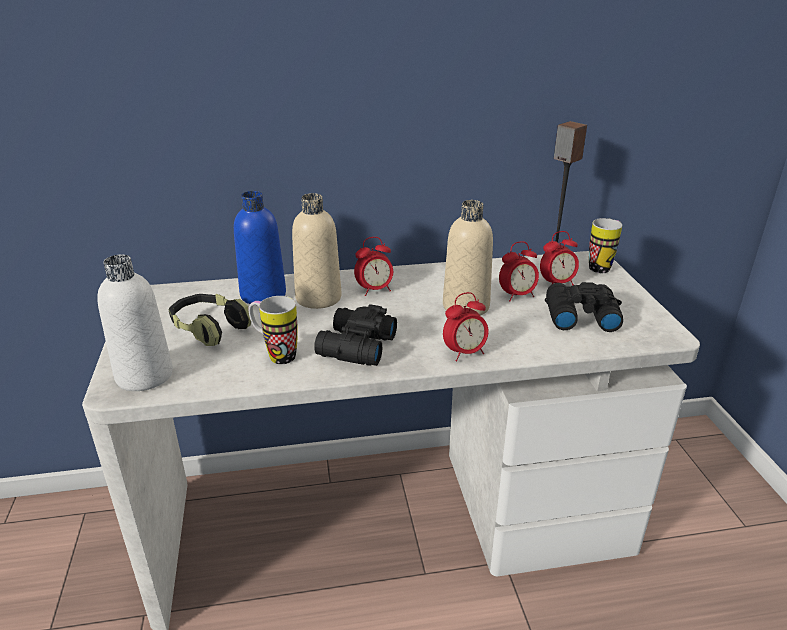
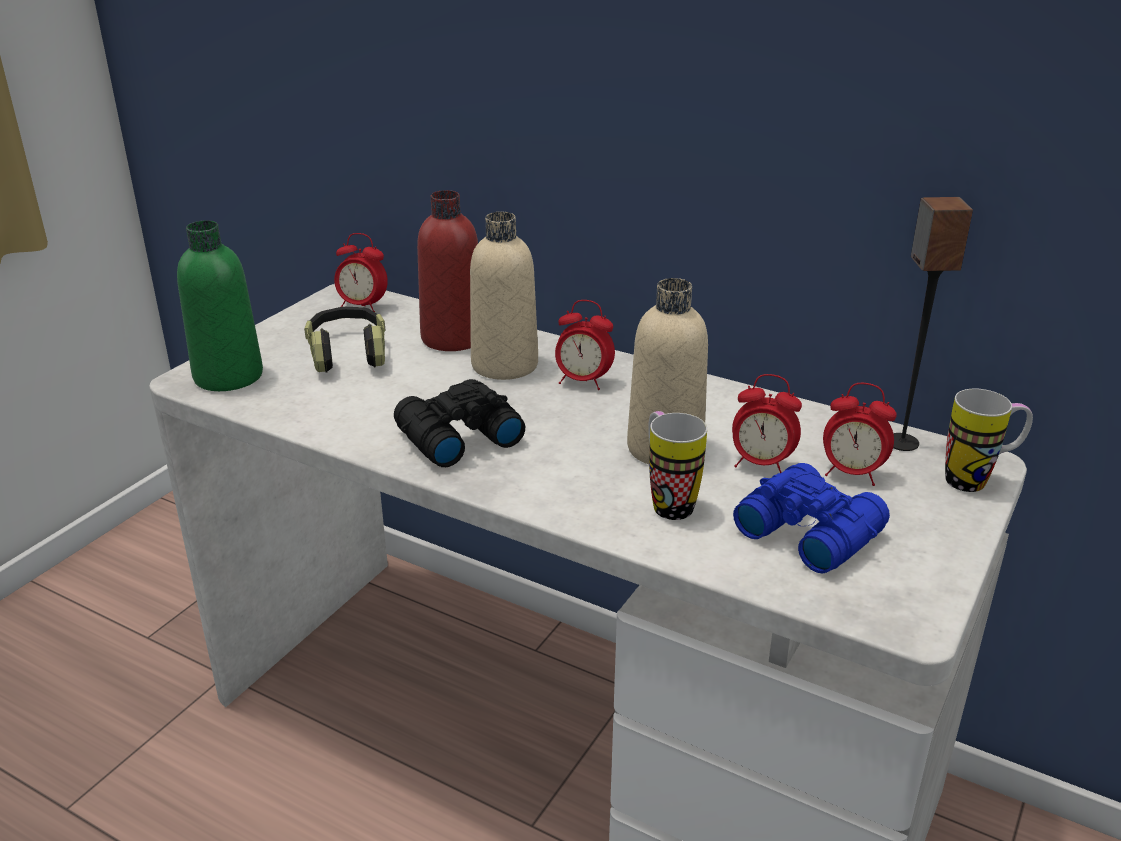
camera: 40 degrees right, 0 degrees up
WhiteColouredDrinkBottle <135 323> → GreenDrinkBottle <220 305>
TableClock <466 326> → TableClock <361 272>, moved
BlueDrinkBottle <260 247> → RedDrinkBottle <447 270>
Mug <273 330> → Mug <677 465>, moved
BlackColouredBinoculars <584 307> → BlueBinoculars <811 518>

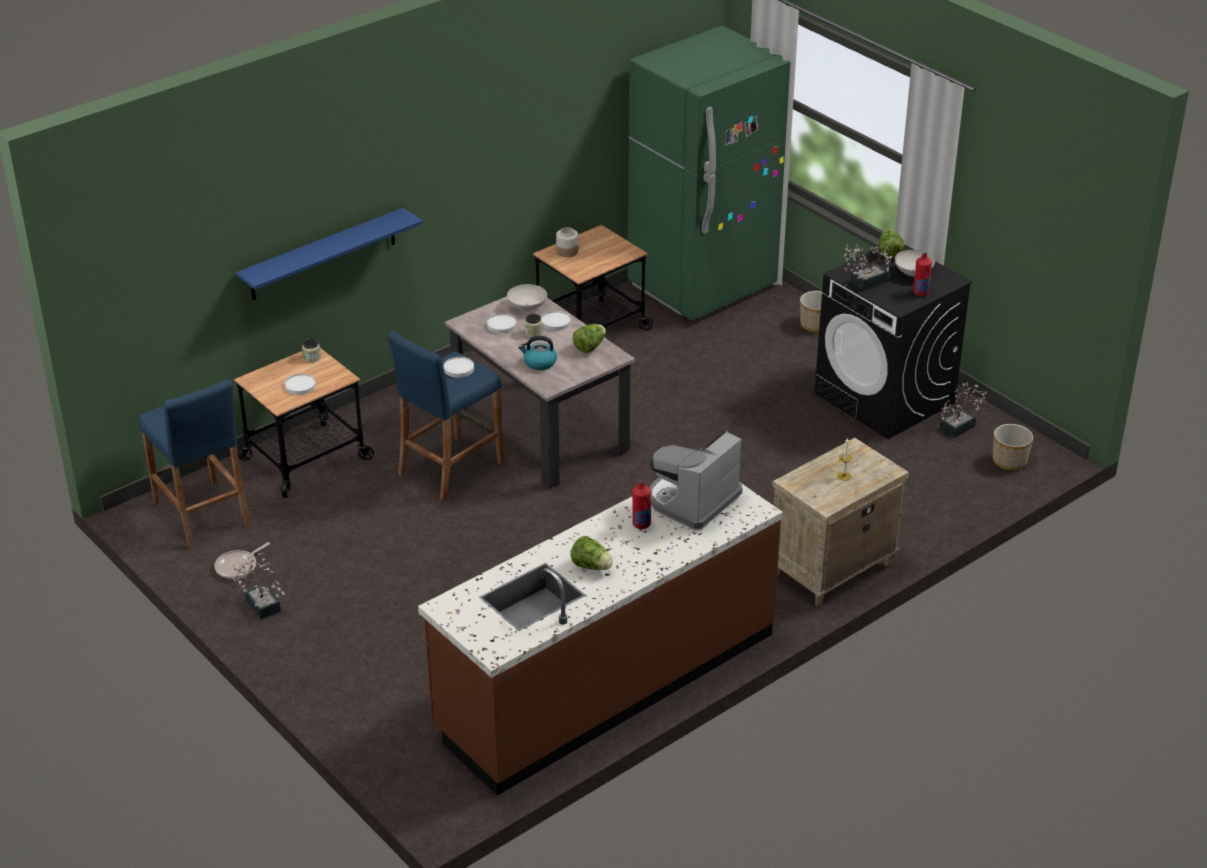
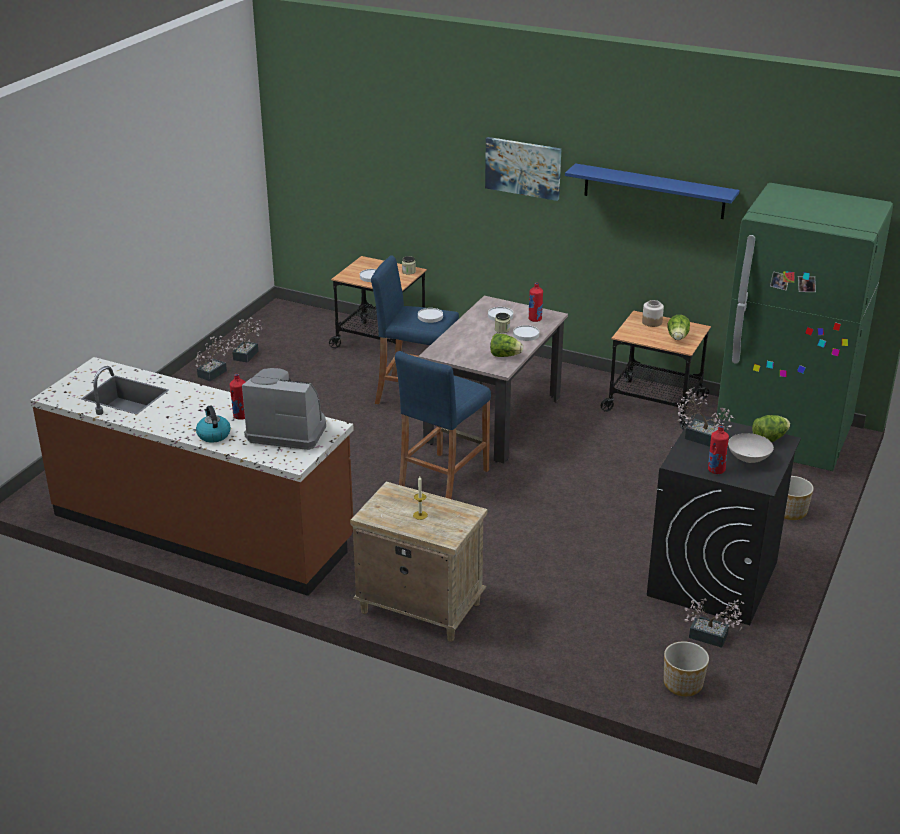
camera: 65 degrees right, 5 degrees down
Kettle <537 353> → Kettle <213 423>, moved
Skillet <242 560> → PottedPlant <247 340>
BlueStool <195 464> → BlueStool <443 425>, moved
- → Picture <523 169>
WhiteColouredBowl <527 297> → RedDrinkBottle <535 302>
BlueBracketShelf <329 254> → BlueBracketShelf <652 191>, moved
LettuceHead <591 553> → LettuceHead <679 327>, moved

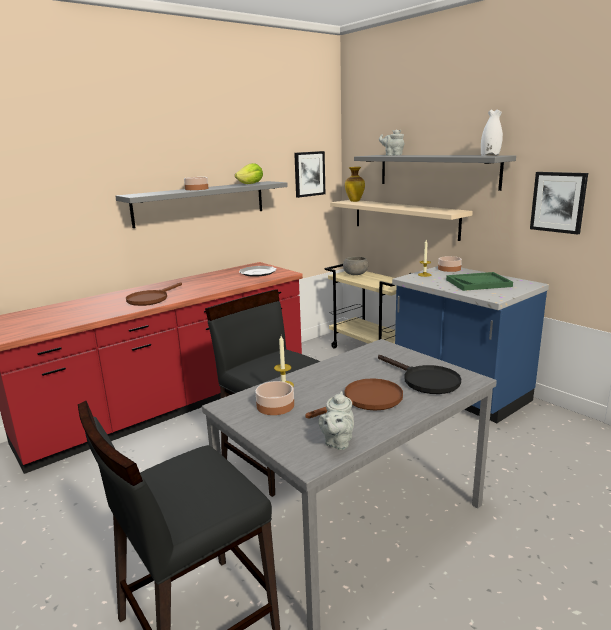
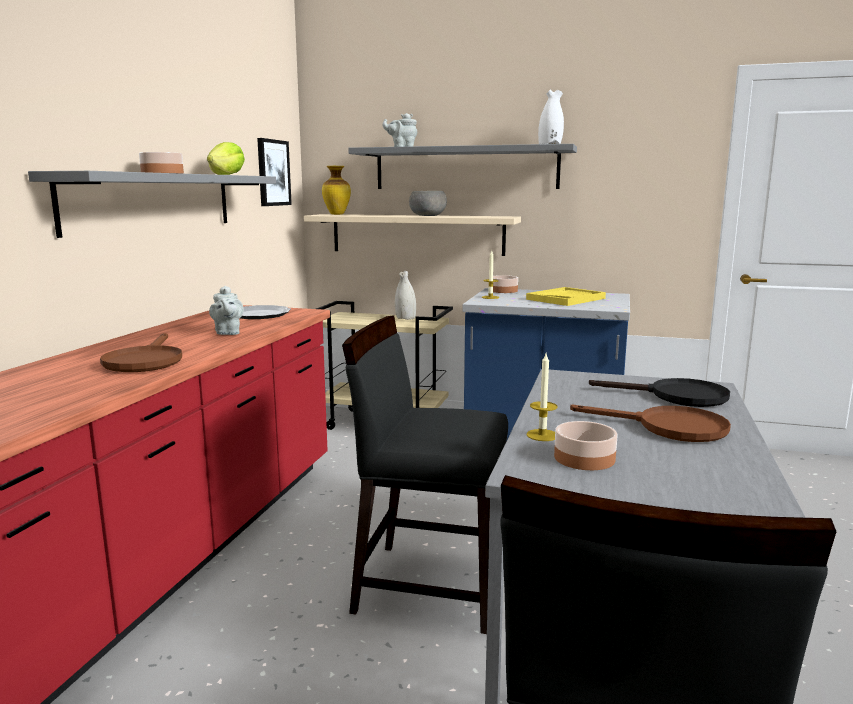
camera: 35 degrees left, 5 degrees down
GrayPotForTea <336 420> → GrayPotForTea <226 310>, moved
- → WhiteColouredFlowerVase <405 295>
GrayBowl <356 266> → GrayBowl <428 203>, moved
GreenTray <479 281> → YellowTray <566 296>
BrownColouredSkillet <354 398> → BrownColouredSkillet <650 423>, 90 degrees clockwise
Picture <559 203> → -

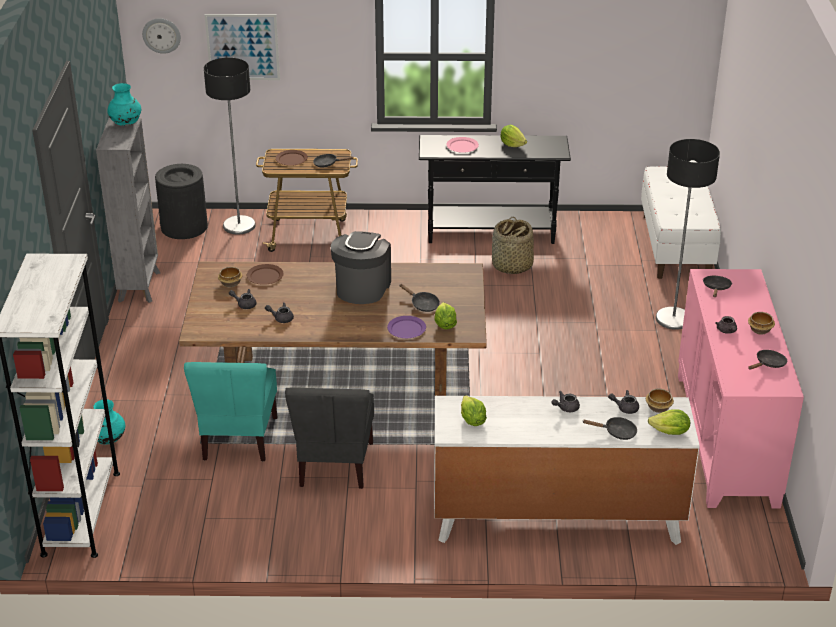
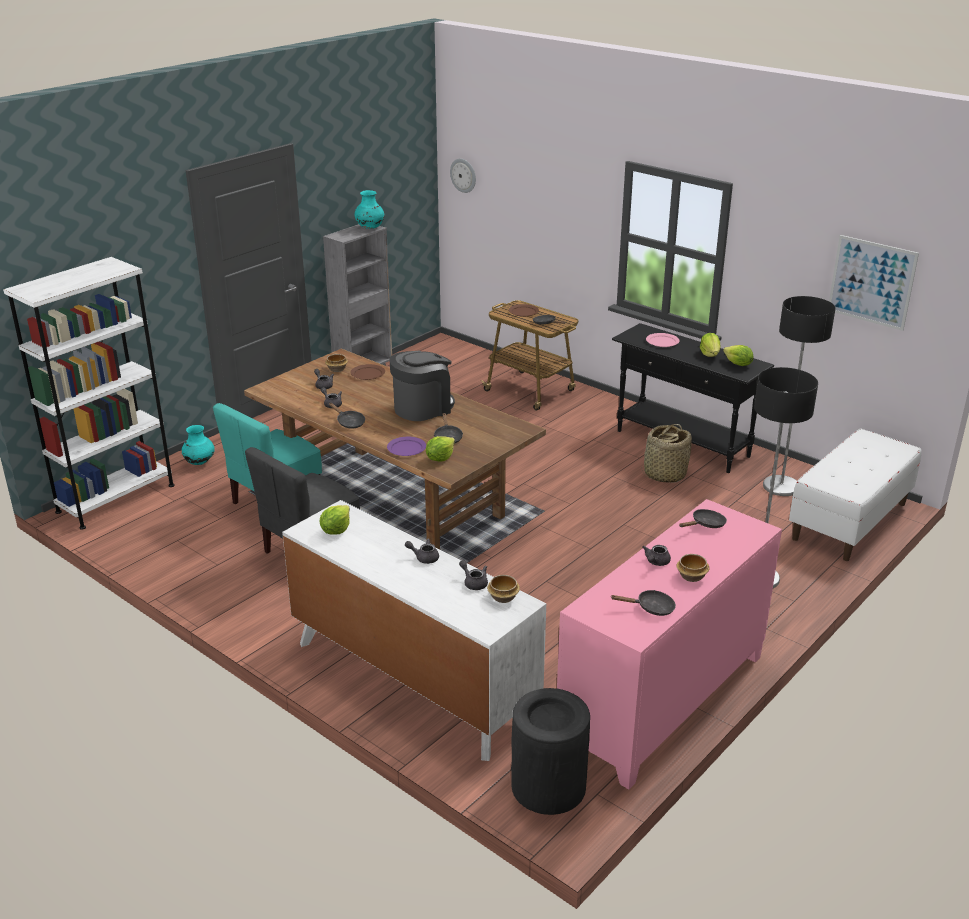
camera: 40 degrees right, 5 degrees down
BlackColouredSkillet <609 428> → BlackColouredSkillet <347 415>, moved
BlackColouredWasteBin <181 201> → BlackColouredWasteBin <550 751>, moved
LettuceHead <669 422> → LettuceHead <738 355>, moved
StandingLamp <230 146> → StandingLamp <799 396>, moved
Picture <242 47> → Picture <874 283>, moved

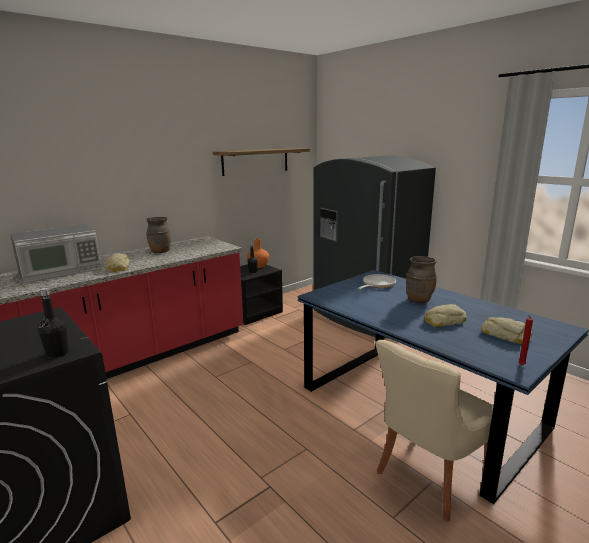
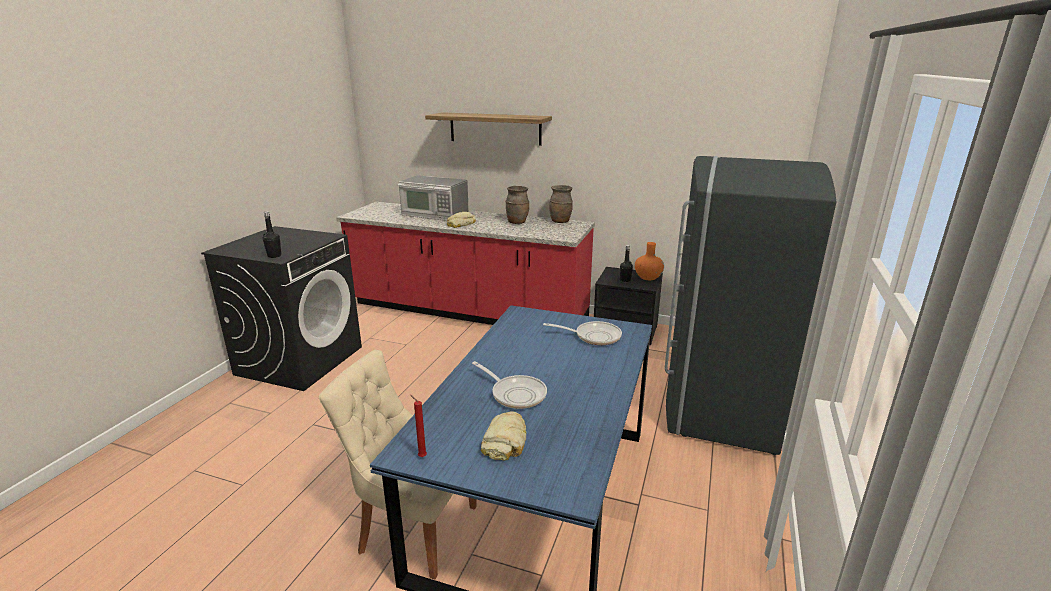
camera: 60 degrees right, 5 degrees up
BracketShelf <261 162> → BracketShelf <488 129>, moved
BakeryBread <445 315> → Skillet <509 385>
BrownColouredFlowerVase <421 279> → BrownColouredFlowerVase <561 204>, moved

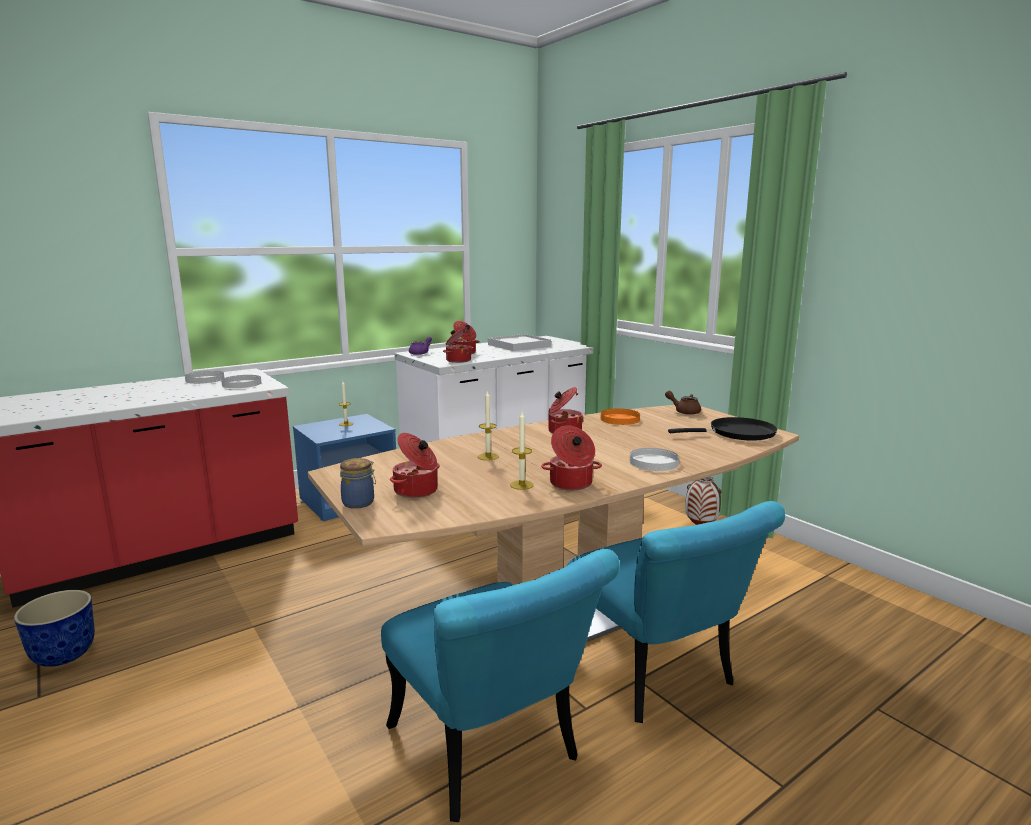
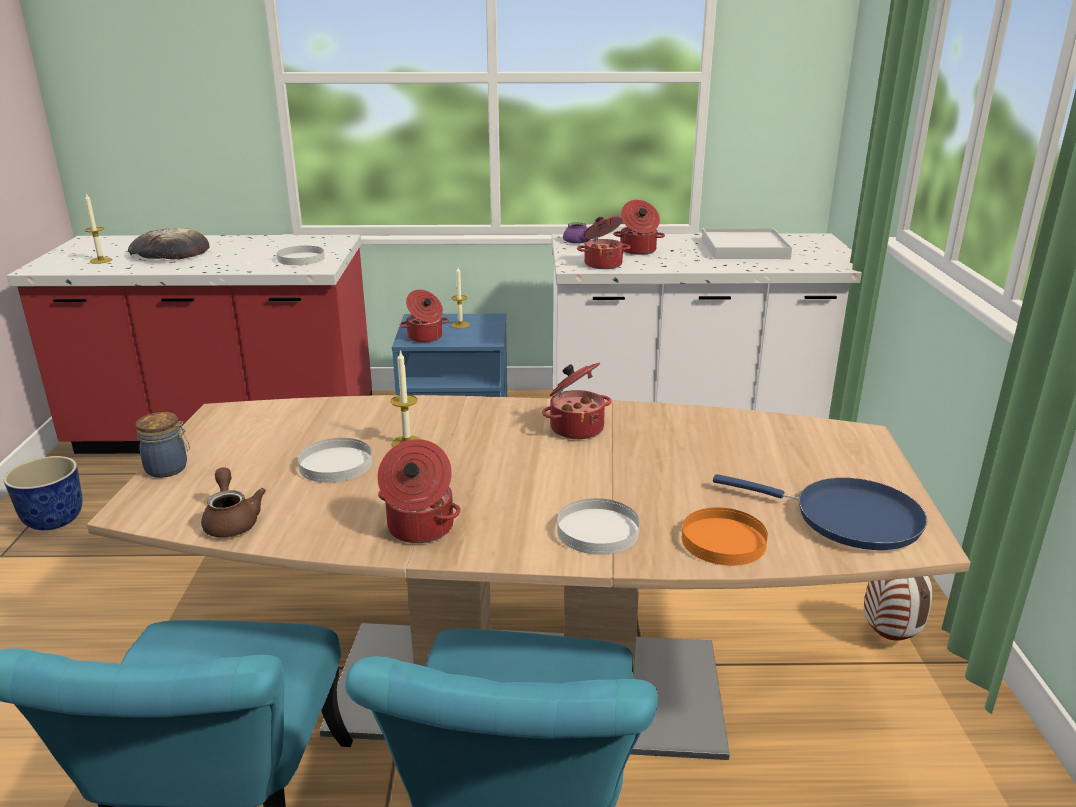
camera: 35 degrees right, 10 degrees up
Candle <522 451> → Candle <98 228>, moved
- → BakeryBread <169 243>
BrownColouredPotForTea <683 403> → BrownColouredPotForTea <233 502>, moved
WhiteColouredDinnerPlate <204 377> → WhiteColouredDinnerPlate <335 460>, moved
CookingPot <415 465> → CookingPot <424 316>, moved
OrangeDinnerPlate <620 416> → OrangeDinnerPlate <725 536>, moved
BlackColouredSkillet <722 429> → BlueSkillet <820 512>

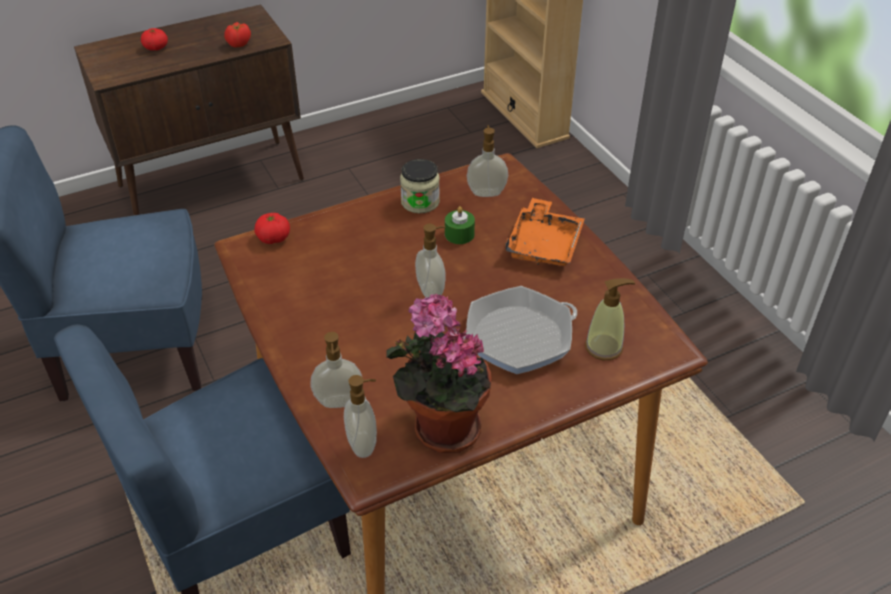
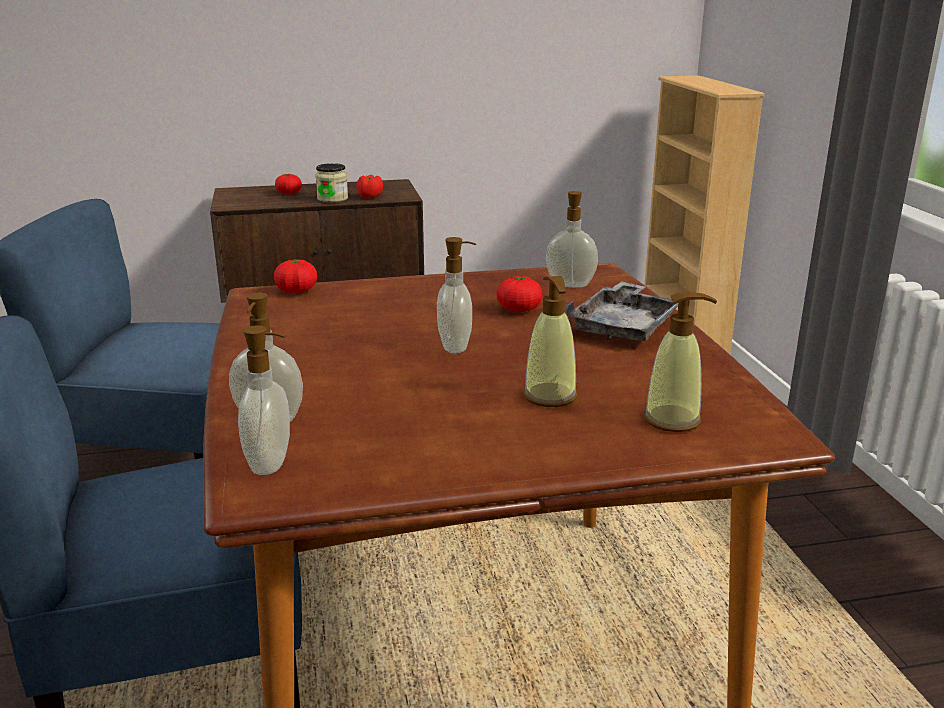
camera: 15 degrees right, 20 degrees down
StorageJar <420 186> → StorageJar <332 183>, moved
GreenCandle <460 225> → WholeTomato <520 294>
Skillet <520 330> → SoapDispenser <550 341>
OrangeTray <545 232> → GrayTray <622 311>
PottedPlant <439 373> → -

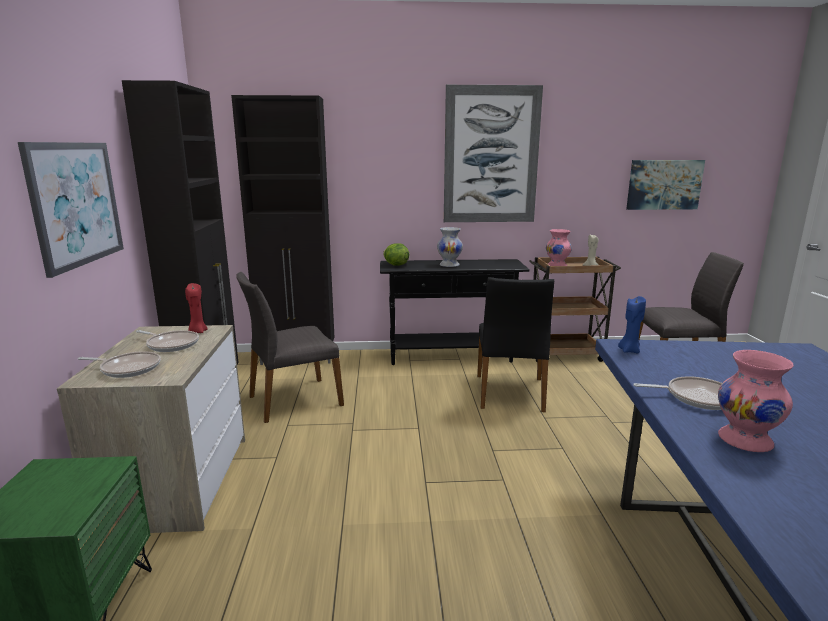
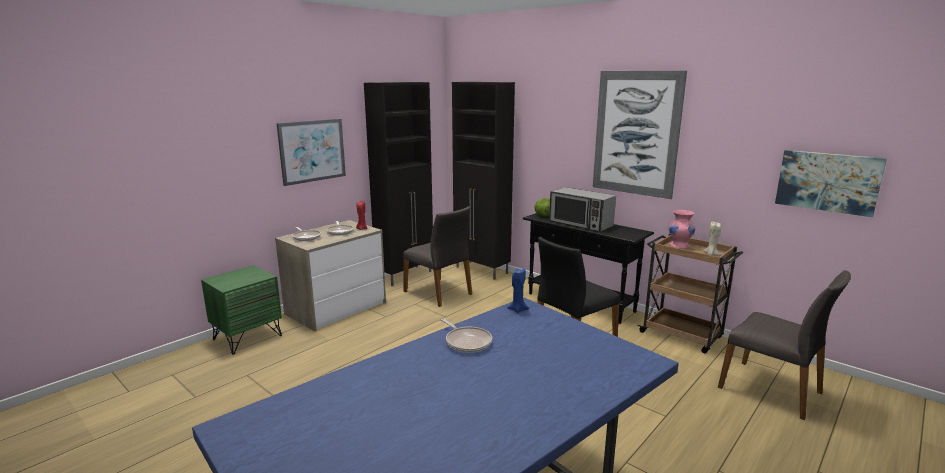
camera: 45 degrees right, 0 degrees up
GrayPlainChair <290 347> → GrayPlainChair <437 256>, 150 degrees counterclockwise
WhiteColouredFlowerVase <450 247> → KitchenMicrowave <582 209>
PinkColouredFlowerVase <756 401> → -

